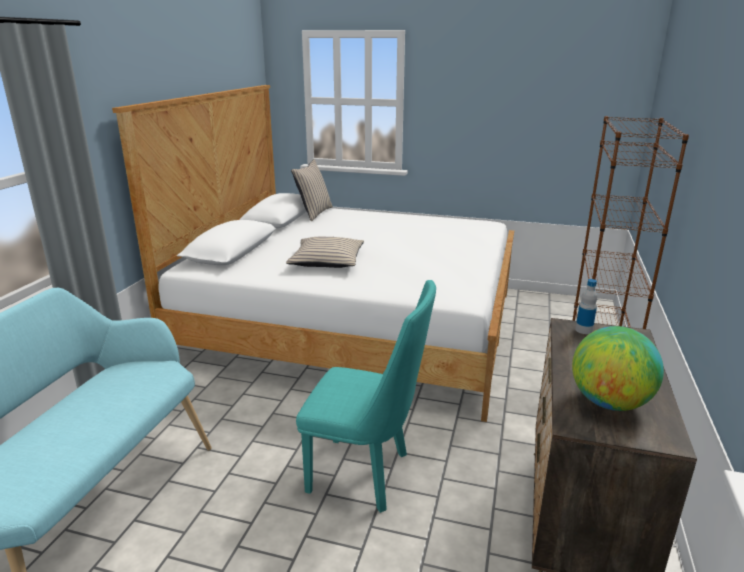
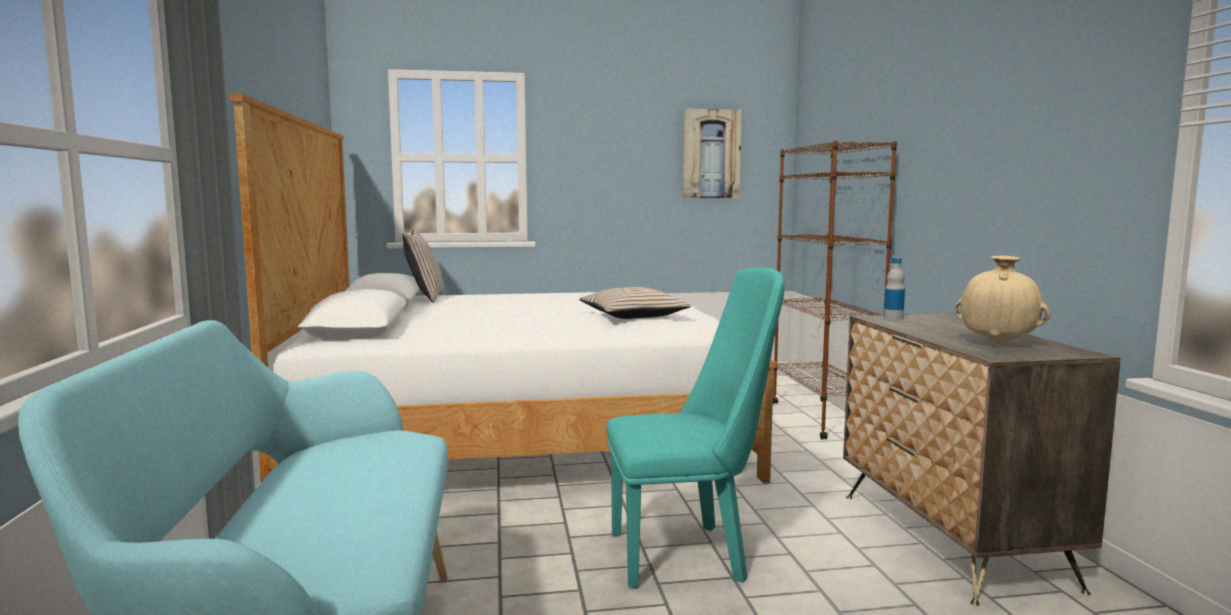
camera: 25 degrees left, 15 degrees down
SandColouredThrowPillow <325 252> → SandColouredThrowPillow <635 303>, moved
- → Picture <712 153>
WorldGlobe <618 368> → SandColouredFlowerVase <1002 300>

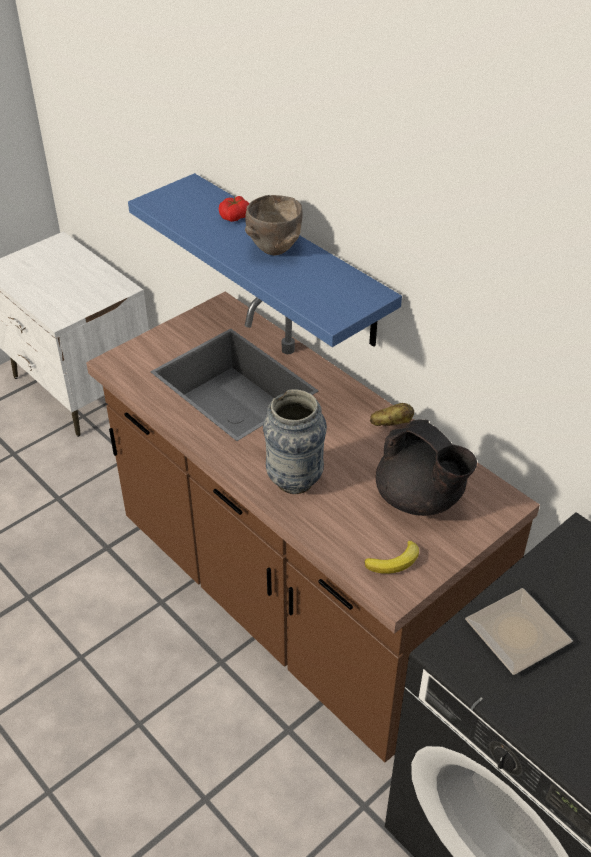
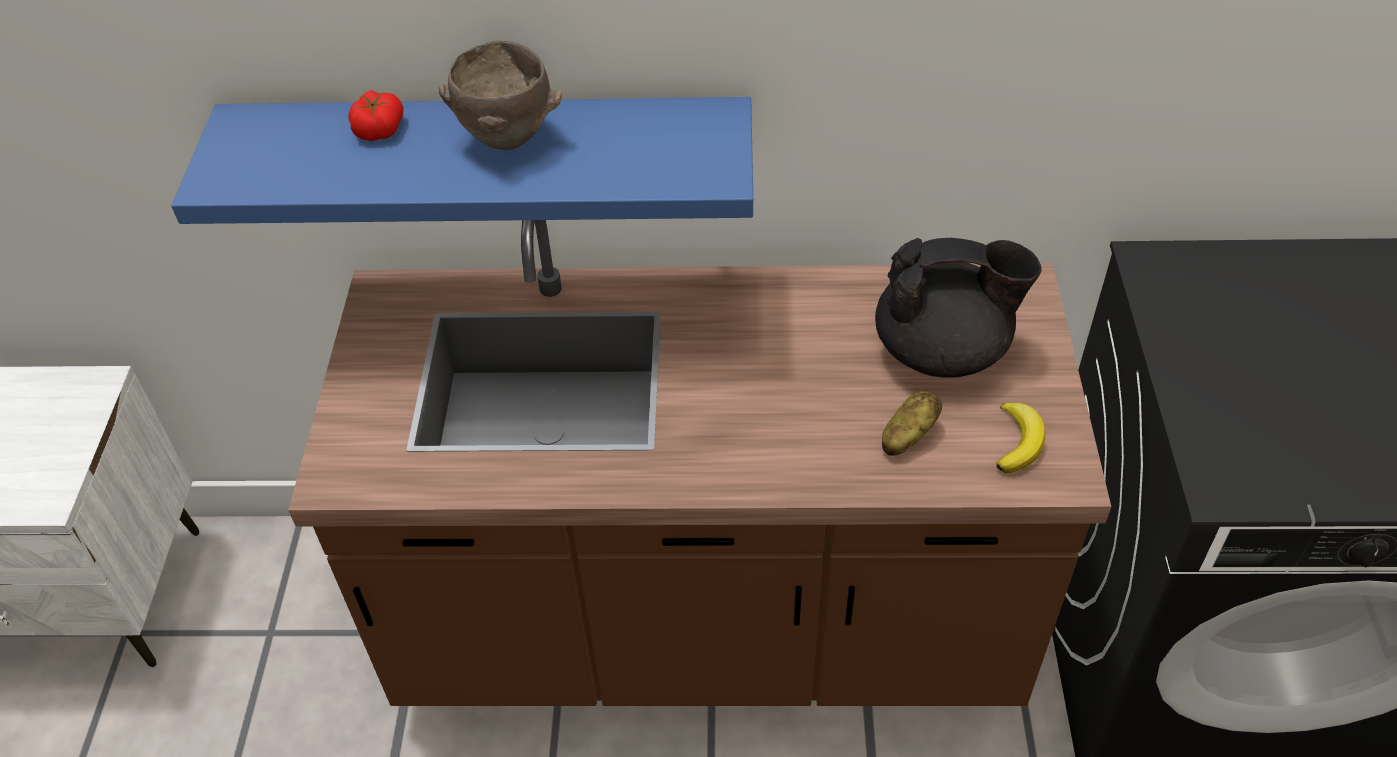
camera: 45 degrees left, 5 degrees up
WholePotato <392 414> → WholePotato <912 423>, moved
FlowerVase <295 441> → -
DinnerPlate <519 631> → -

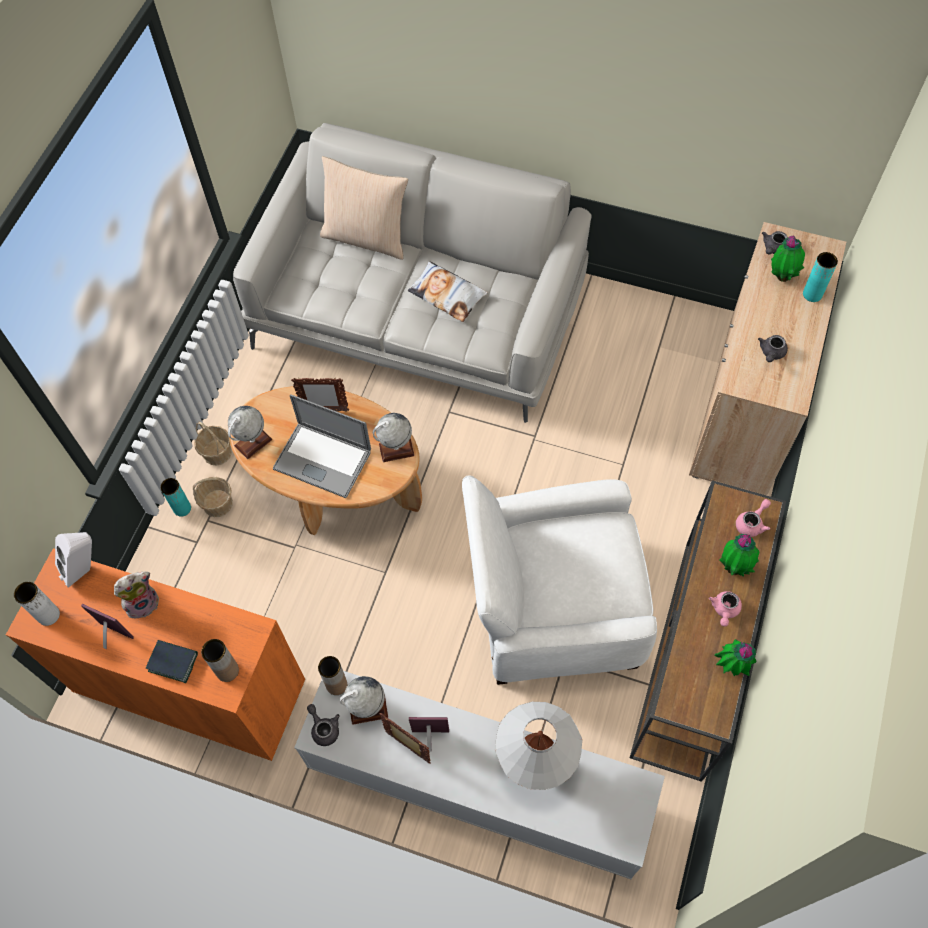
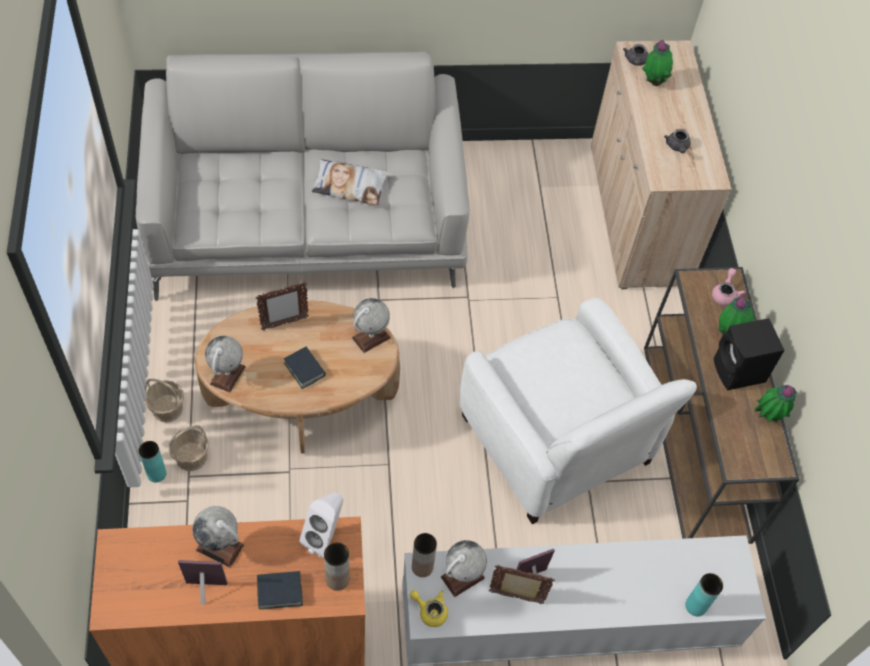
camera: 30 degrees left, 5 degrees down
CuddlyToy <136 596> → WorldGlobe <218 536>
Laptop <322 446> → BoundBook <305 368>
WhiteColouredSpeaker <73 560> → WhiteColouredSpeaker <321 525>, moved
GrayPotForTea <323 725> → YellowPotForTea <429 608>
WhiteColouredArmchair <559 580> → WhiteColouredArmchair <578 411>, 90 degrees counterclockwise
BlueGreenFlowerVase <820 277> → BlueGreenFlowerVase <704 594>, moved
PinkColouredPotForTea <725 609> → BlackColouredSpeaker <749 354>
WhiteColouredFlowerVase <37 604> → -
SandColouredThrowPillow <364 208> → -
WhiteColouredTabletopLamp <538 746> → -

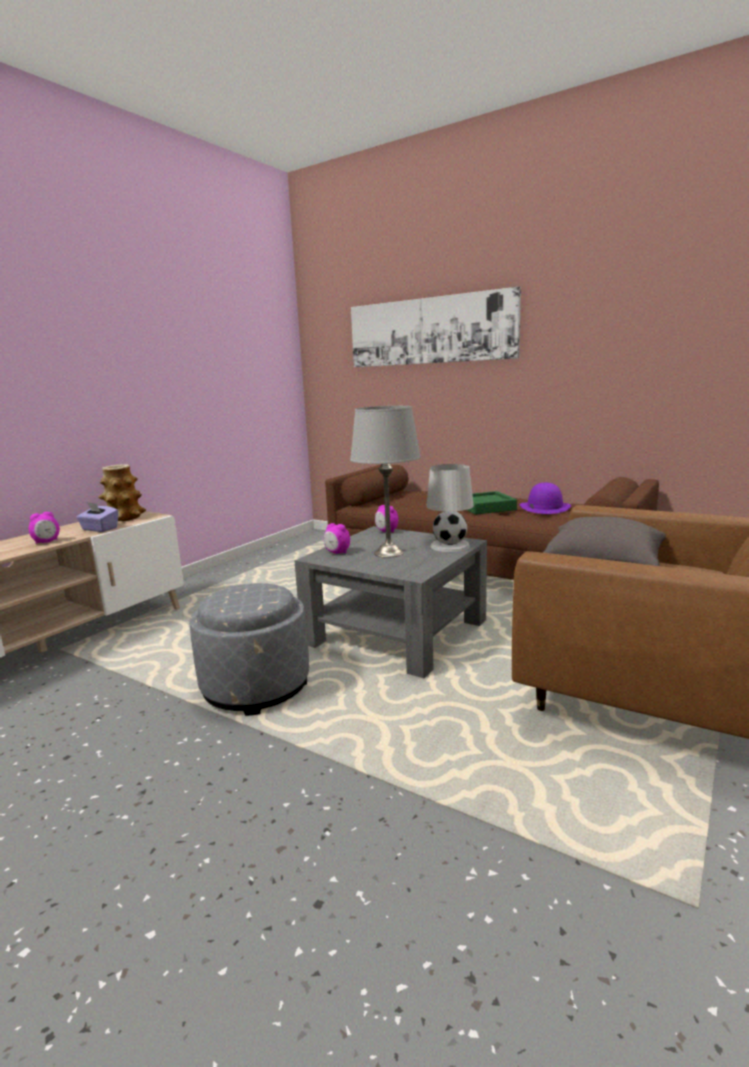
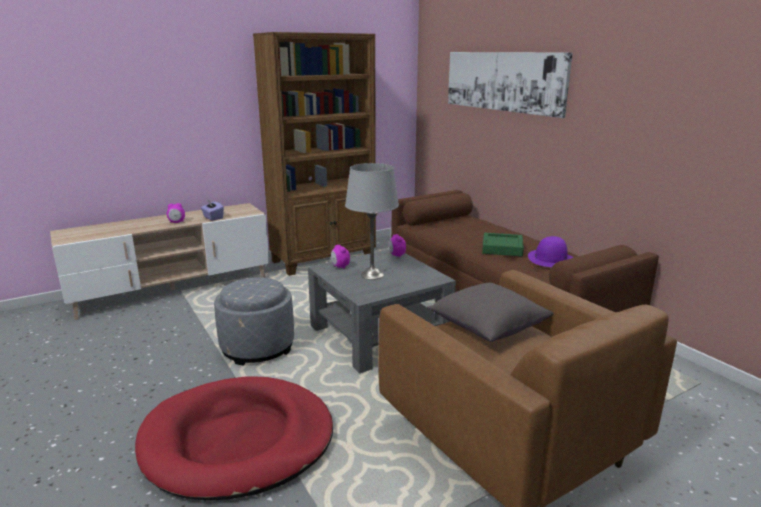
camera: 25 degrees right, 5 degrees up
- → RedDogCushion <234 438>
- → BrownColouredBookcase <314 154>
FlowerVase <122 492> → -
WhiteColouredTabletopLamp <450 508> → -

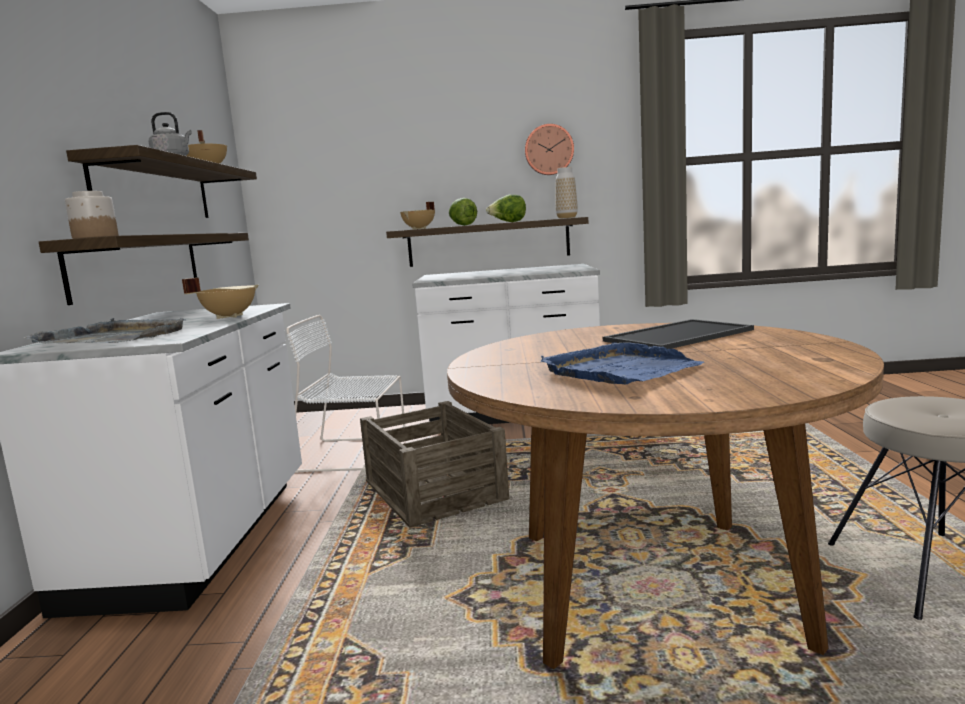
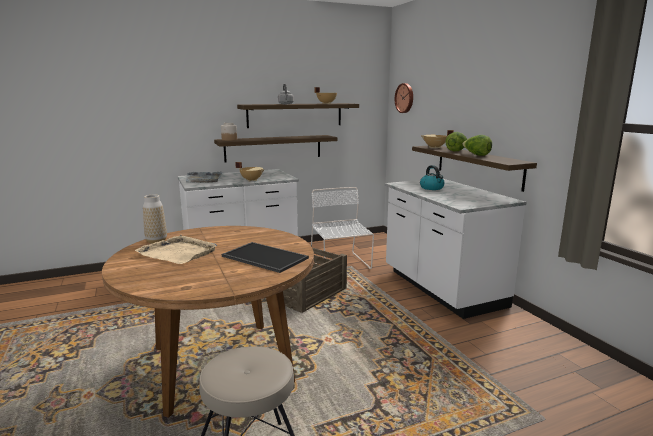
camera: 65 degrees right, 5 degrees up
BlueTray <622 363> → SandColouredTray <176 249>
FlowerVase <567 193> → FlowerVase <155 219>, moved
WallClock <549 149> → WallClock <404 98>, moved
- → Kettle <432 177>

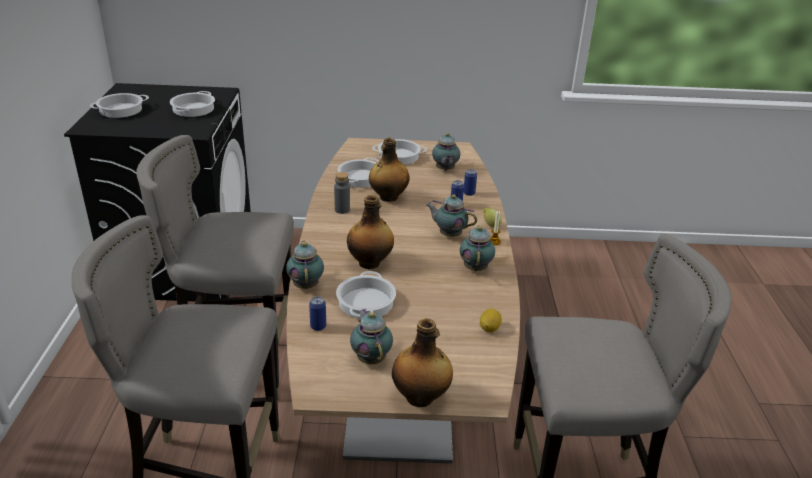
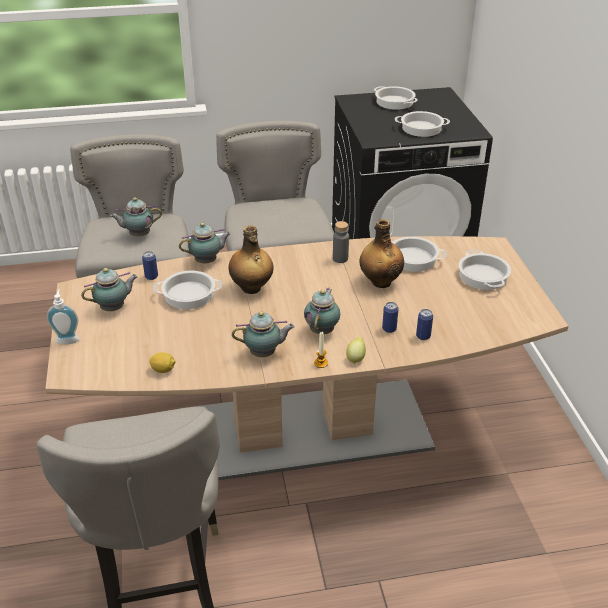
camera: 80 degrees right, 5 degrees up
DrinkBottle <422 362> → SoapDispenser <63 316>
PotForTea <446 152> → PotForTea <136 216>, moved

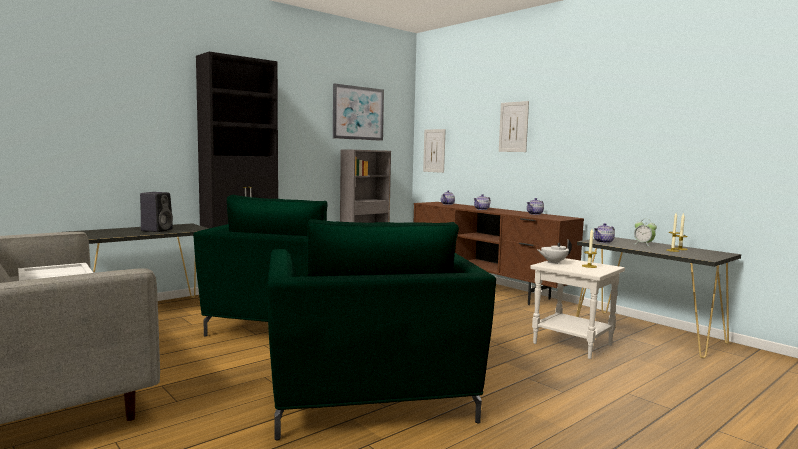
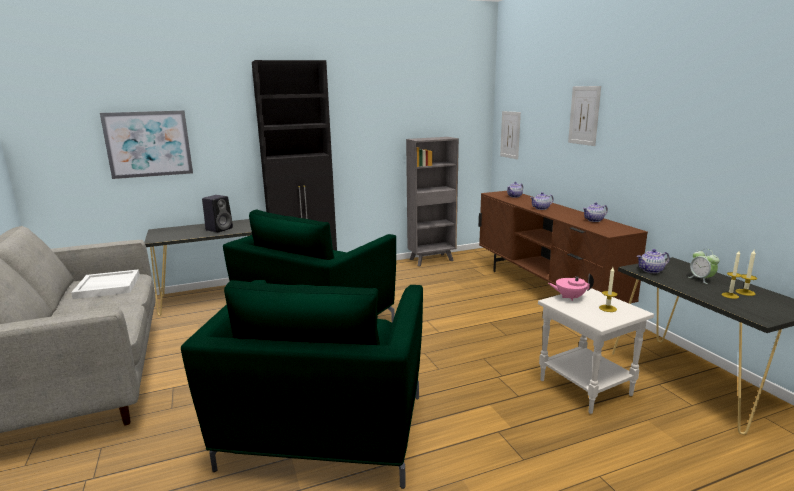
camera: 20 degrees right, 10 degrees up
Picture <358 112> → Picture <146 144>, moved
WhiteColouredPotForTea <554 251> → PinkColouredPotForTea <571 287>

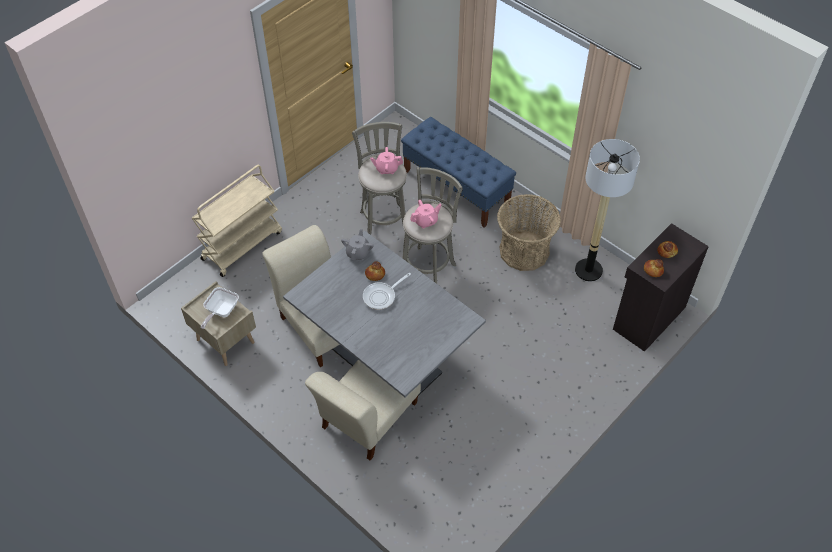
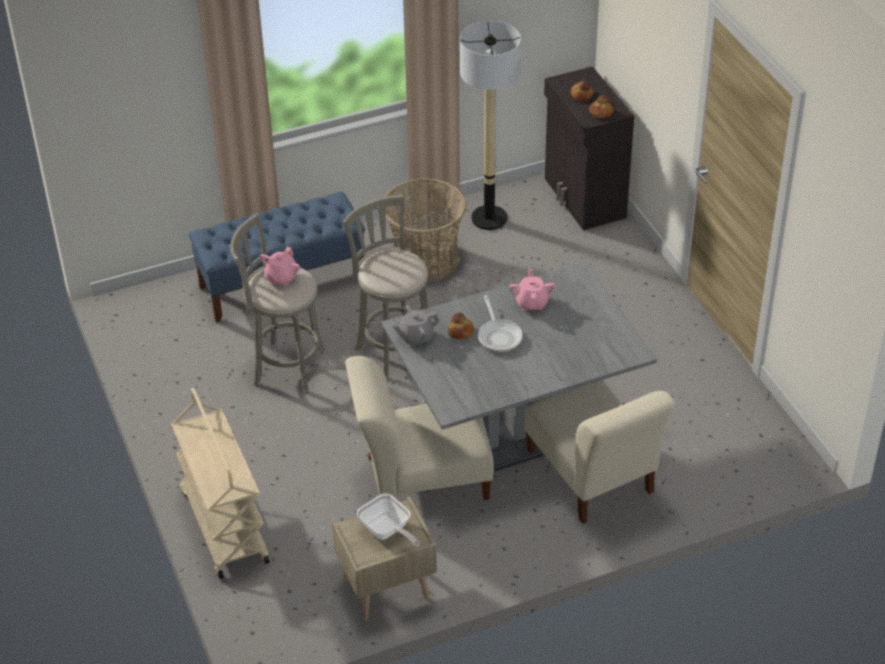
camera: 65 degrees left, 10 degrees down
GrayPotForTea <357 244> → GrayPotForTea <415 325>, 60 degrees counterclockwise
PinkColouredPotForTea <425 214> → PinkColouredPotForTea <532 290>, moved

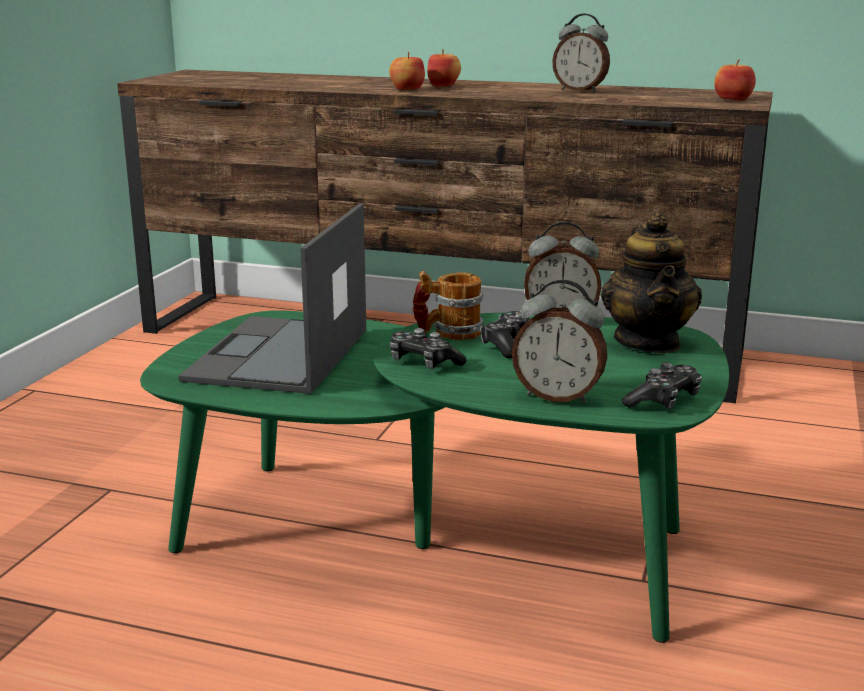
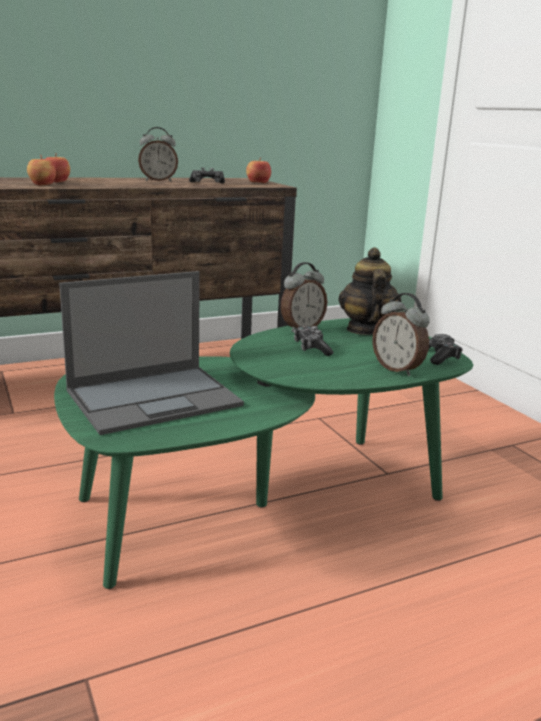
camera: 45 degrees left, 0 degrees up
Laptop <272 298> → Laptop <151 353>, 90 degrees counterclockwise
Gamepad <428 348> → Gamepad <207 175>, moved
PotForTea <651 282> → PotForTea <369 291>, 135 degrees counterclockwise
TableClock <559 342> → TableClock <401 334>, 75 degrees clockwise
Mug <448 305> → -

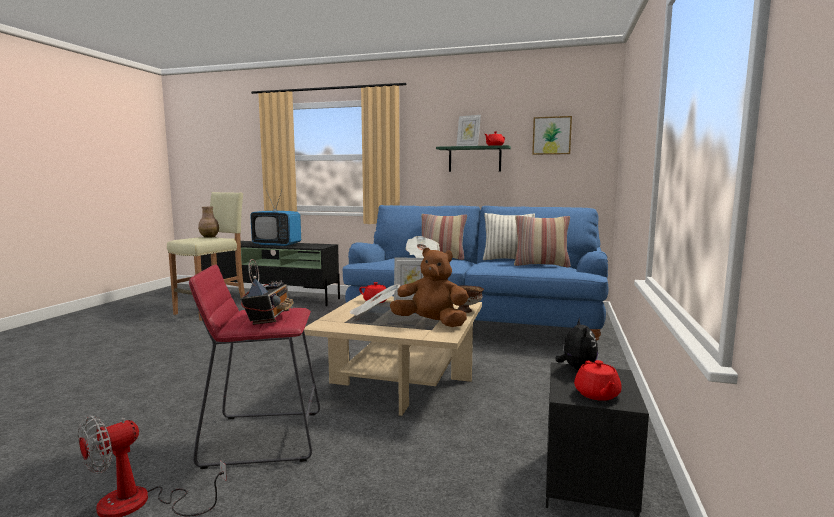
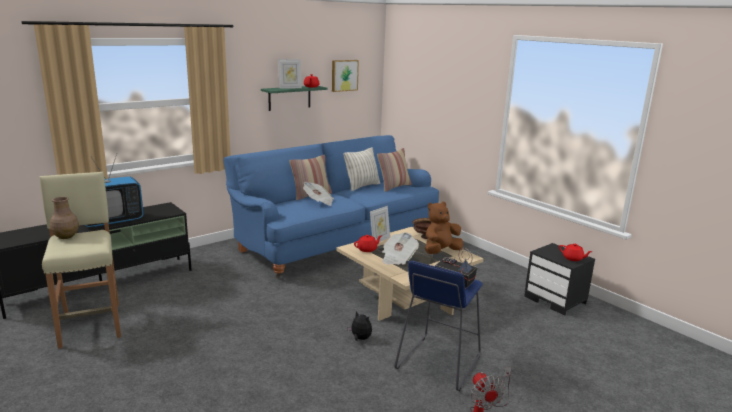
camera: 55 degrees left, 10 degrees up
CuddlyToy <577 344> → CuddlyToy <360 326>, moved
RedStool <254 367> → BlueStool <438 326>

